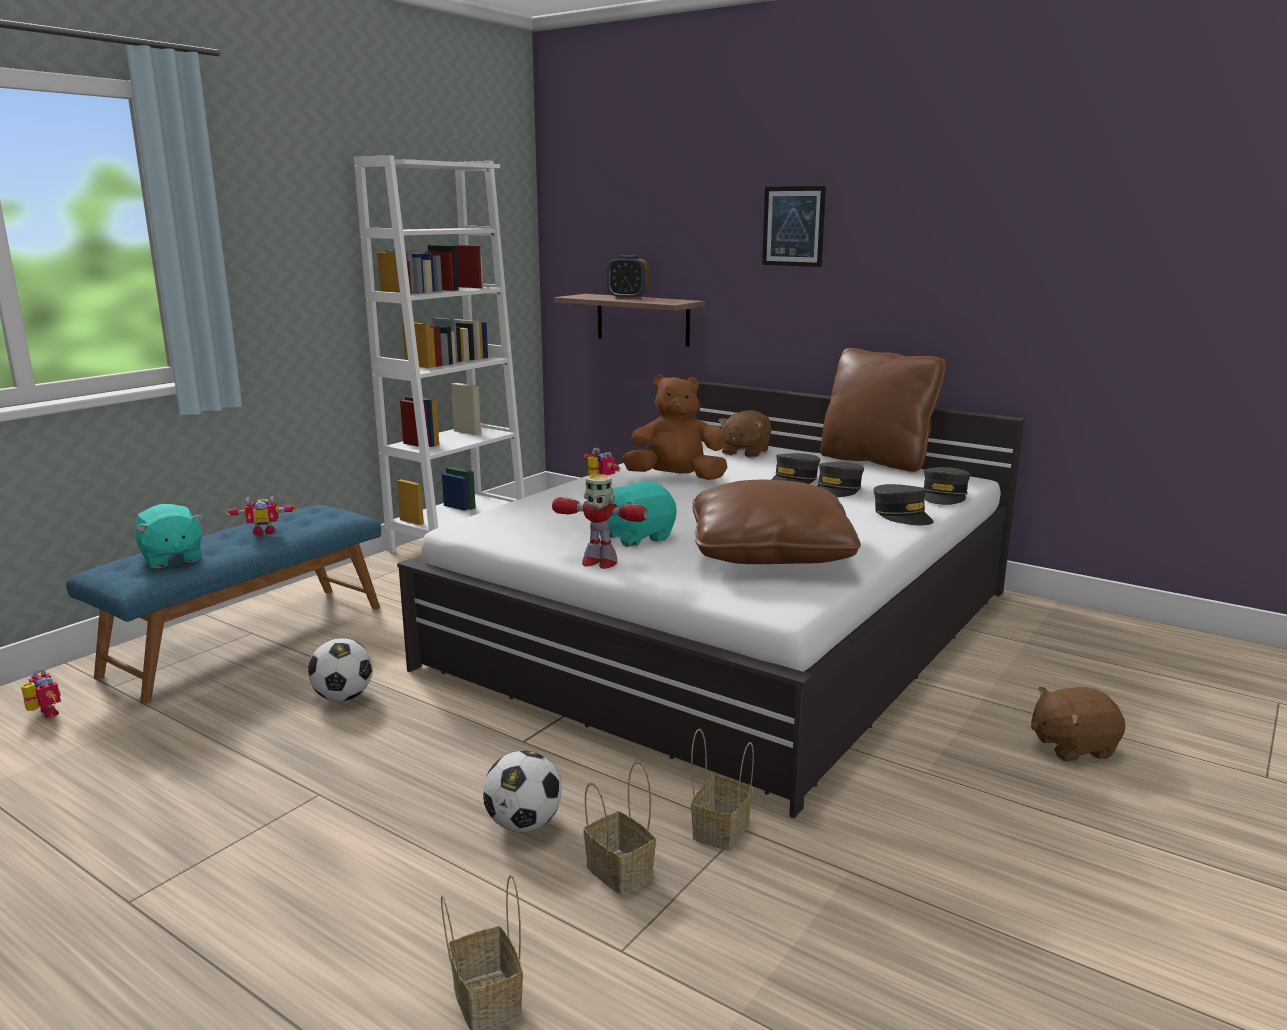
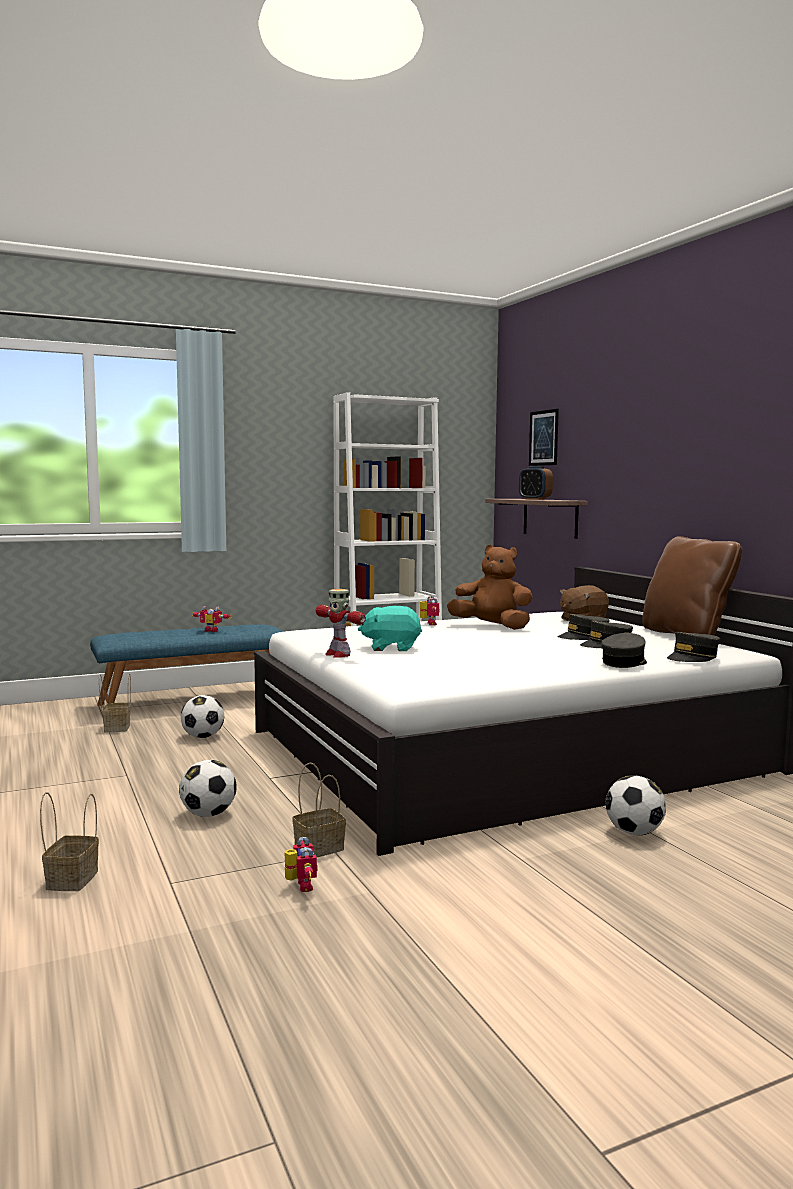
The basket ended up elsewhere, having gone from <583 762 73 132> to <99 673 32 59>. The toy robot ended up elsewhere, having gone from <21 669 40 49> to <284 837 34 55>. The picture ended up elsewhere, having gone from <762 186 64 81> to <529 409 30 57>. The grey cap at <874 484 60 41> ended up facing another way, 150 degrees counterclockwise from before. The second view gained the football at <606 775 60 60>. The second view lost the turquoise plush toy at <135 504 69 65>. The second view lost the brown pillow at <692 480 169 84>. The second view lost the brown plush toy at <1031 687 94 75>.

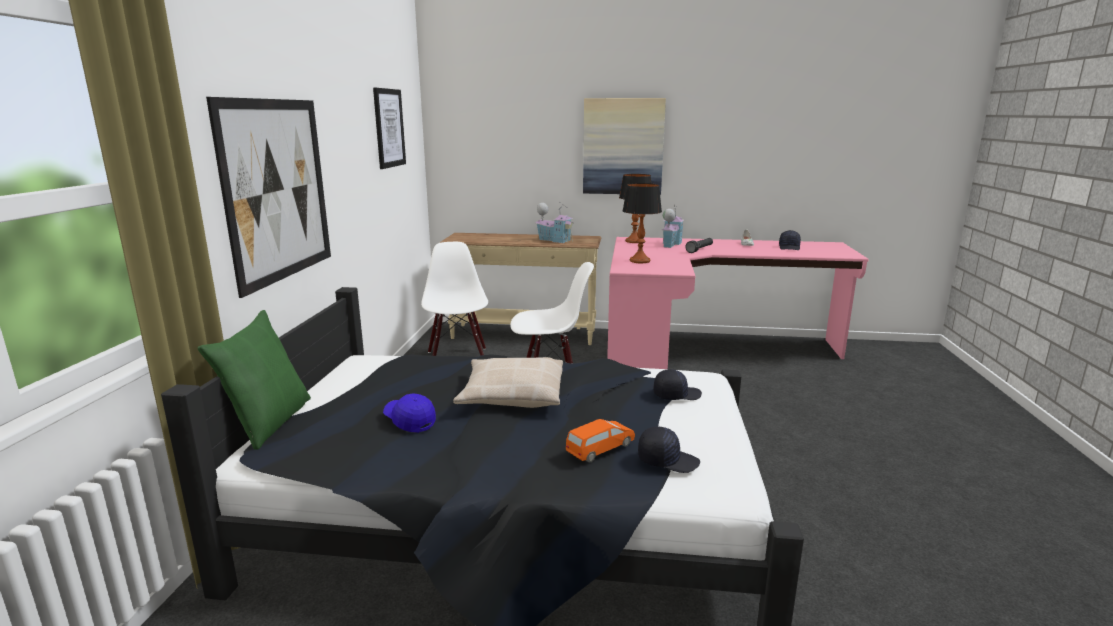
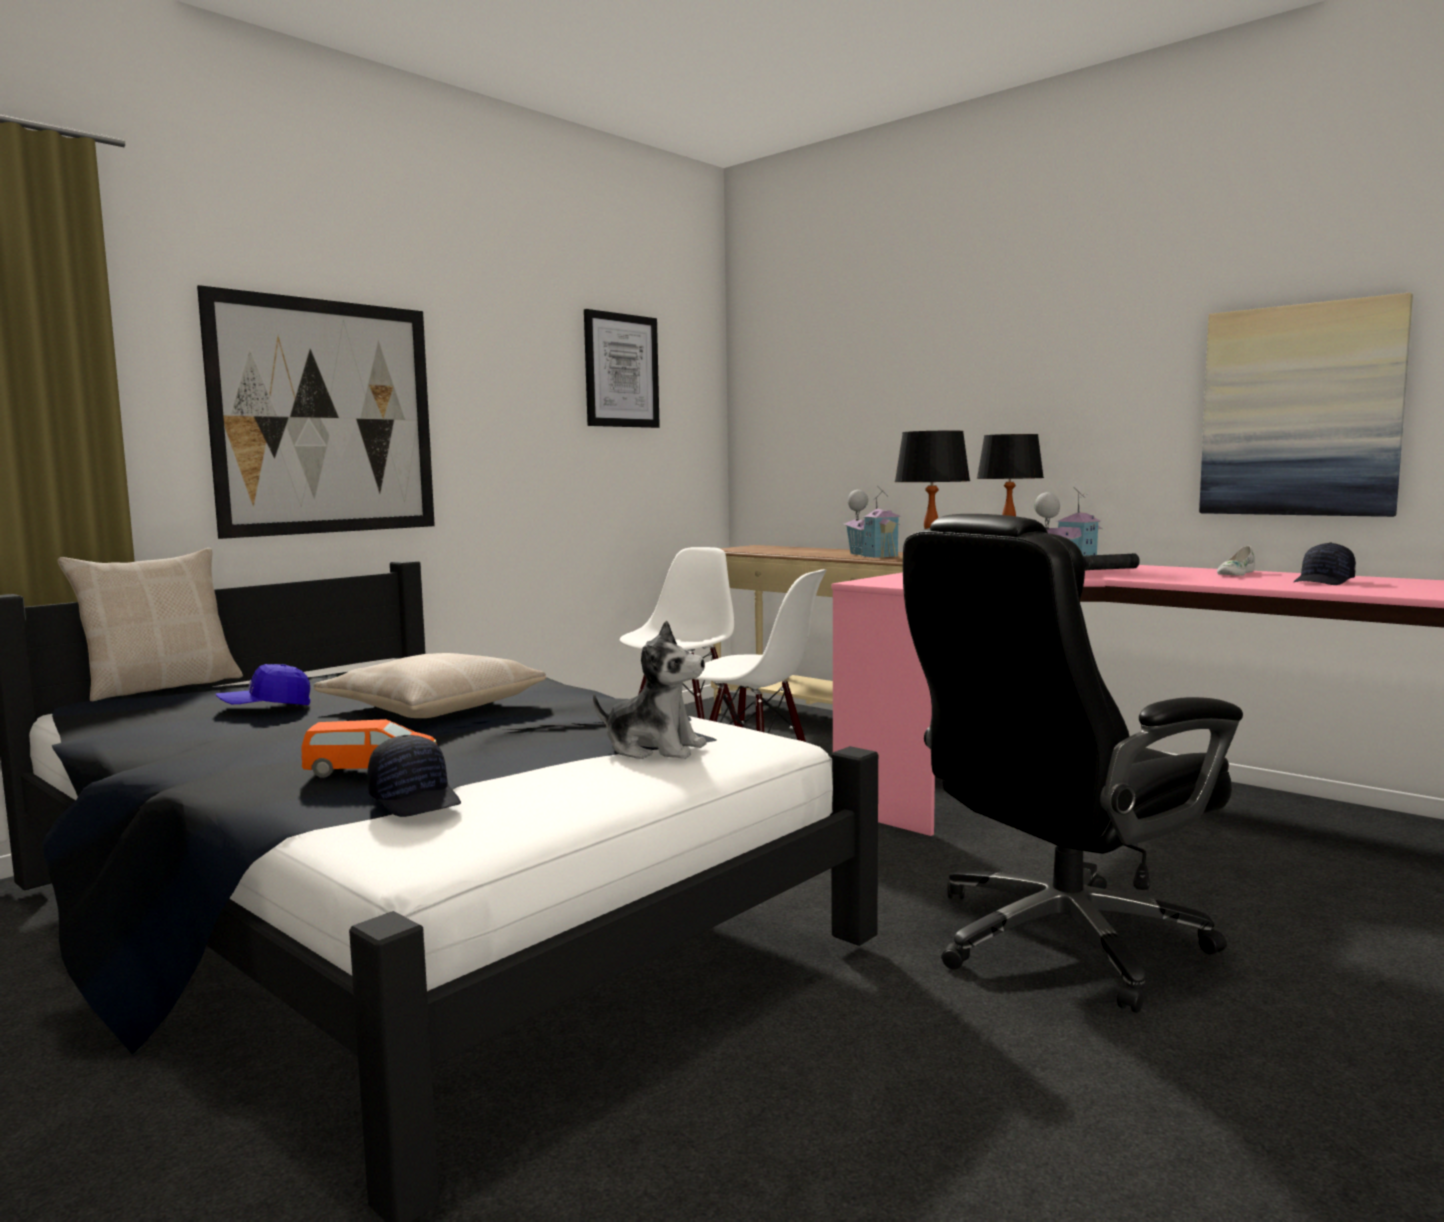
What was the green pillow at <198 310 113 140> turned into the beige pillow at <58 548 185 153>. The blue cap at <383 394 53 39> ended up facing another way, 105 degrees counterclockwise from before. Where the black cap stood at <654 369 48 31>, the plush toy came to stand at <593 621 113 138>. The second view gained the black office chair at <903 514 340 499>. The picture ended up elsewhere, having gone from <583 98 83 97> to <1199 293 214 224>.

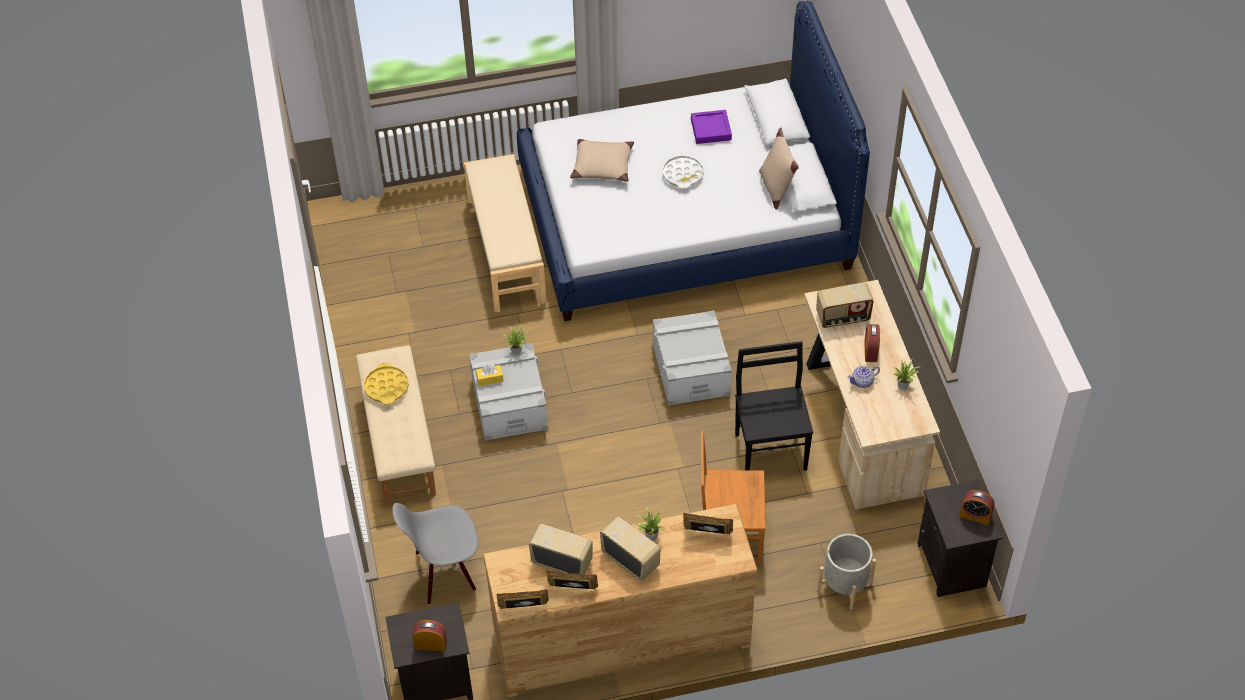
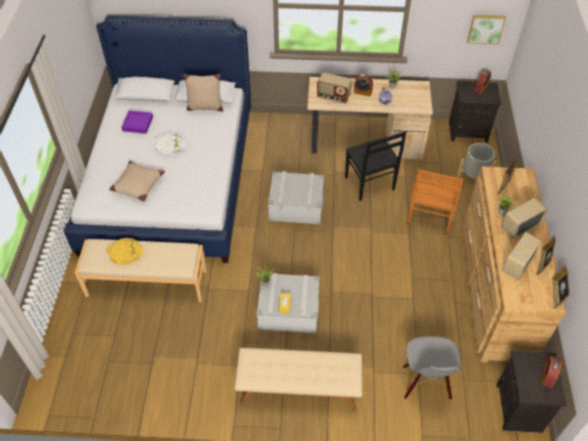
The yellow tray ended up elsewhere, having gone from <364 363 45 42> to <106 238 38 27>. The radio at <816 283 58 45> ended up facing another way, 105 degrees clockwise from before. The black chair at <735 341 78 130> ended up facing another way, 120 degrees counterclockwise from before. The second view gained the picture at <467 15 39 30>.

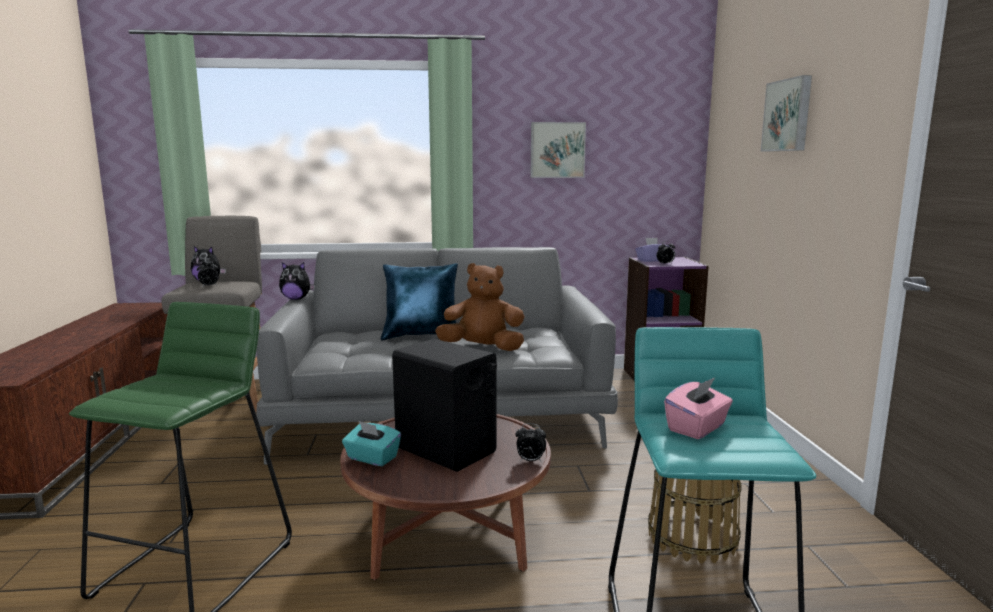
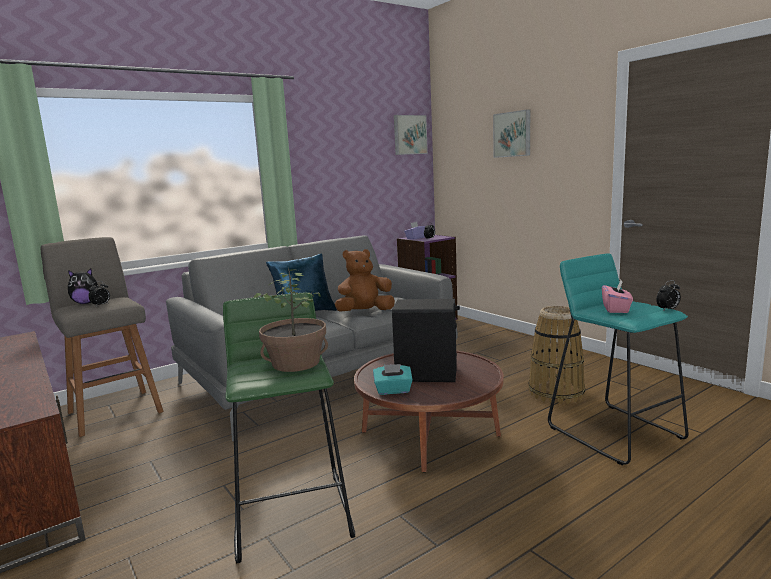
The second view gained the potted plant at <254 268 74 104>. The picture ended up elsewhere, having gone from <531 122 55 56> to <394 115 34 40>. The alarm clock ended up elsewhere, having gone from <515 423 31 38> to <656 280 25 30>. The second view lost the plush toy at <279 262 36 38>.

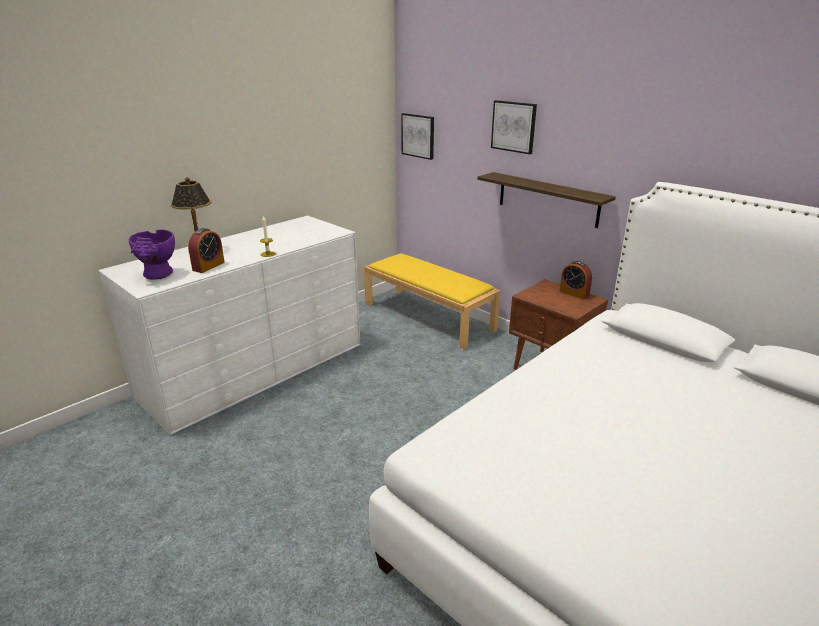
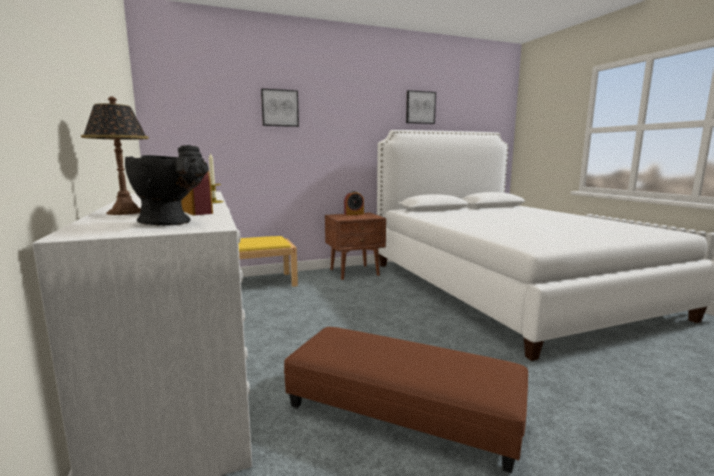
What was the purple vase at <129 229 46 51> turned into the black vase at <125 145 84 81>. The second view gained the brown ottoman at <284 327 244 146>. The picture ended up elsewhere, having gone from <401 113 33 47> to <406 90 30 34>. The second view lost the shelf at <477 172 139 56>.

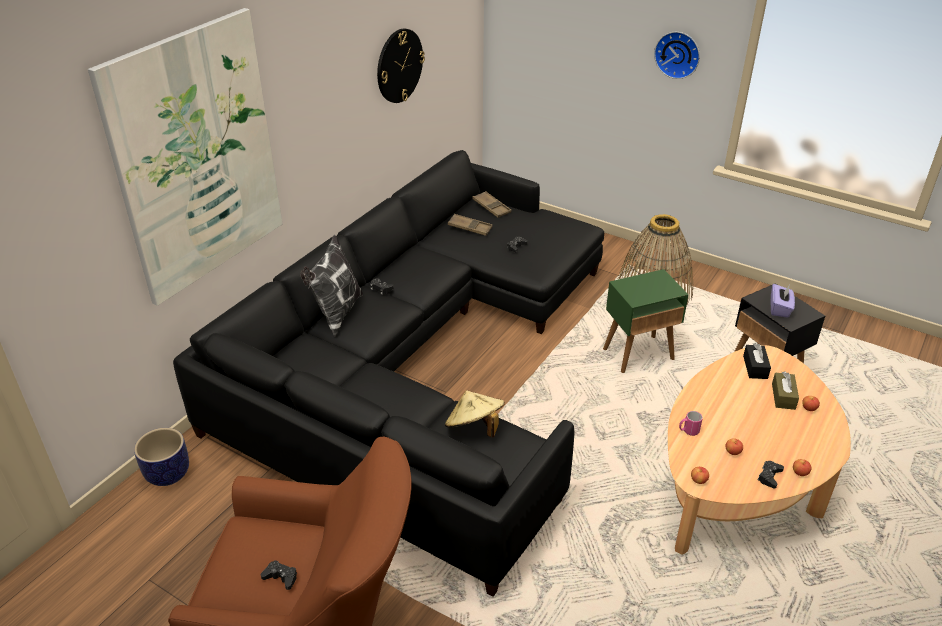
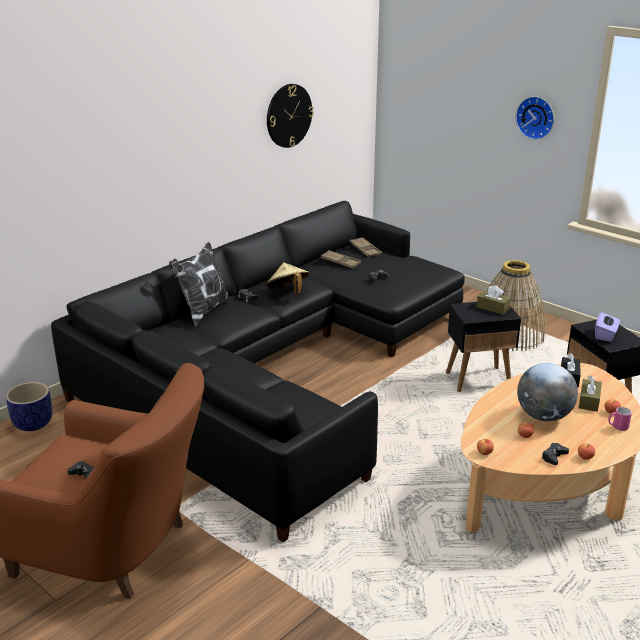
The beige hat ended up elsewhere, having gone from <445 390 60 47> to <266 262 44 32>. What was the green side table at <603 269 86 104> turned into the black side table at <446 302 75 90>. The second view gained the brown tissue box at <477 285 33 30>. The second view gained the globe at <517 363 61 59>. The pink mug ended up elsewhere, having gone from <679 411 24 25> to <608 407 24 24>. The second view lost the picture at <88 8 195 298>.

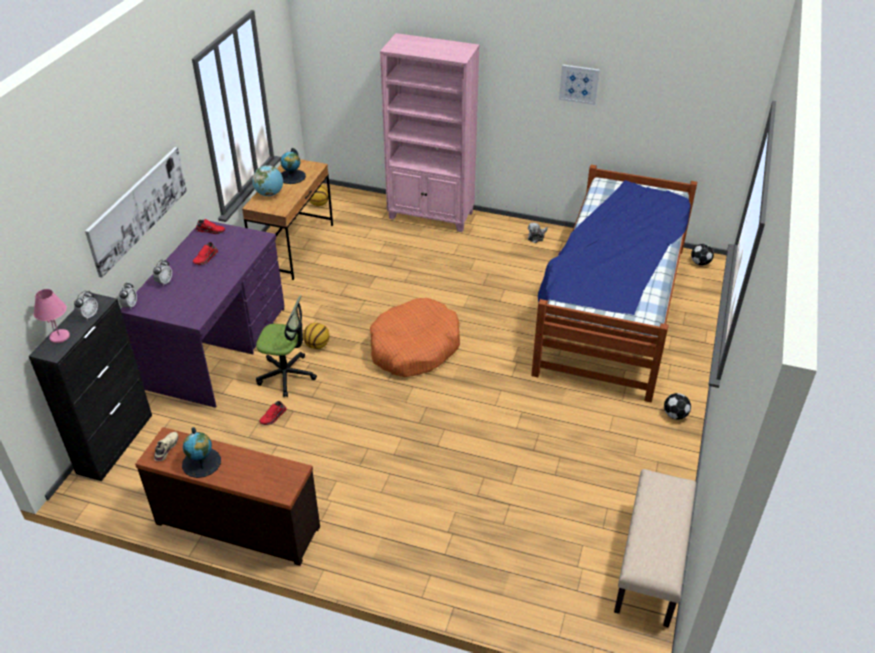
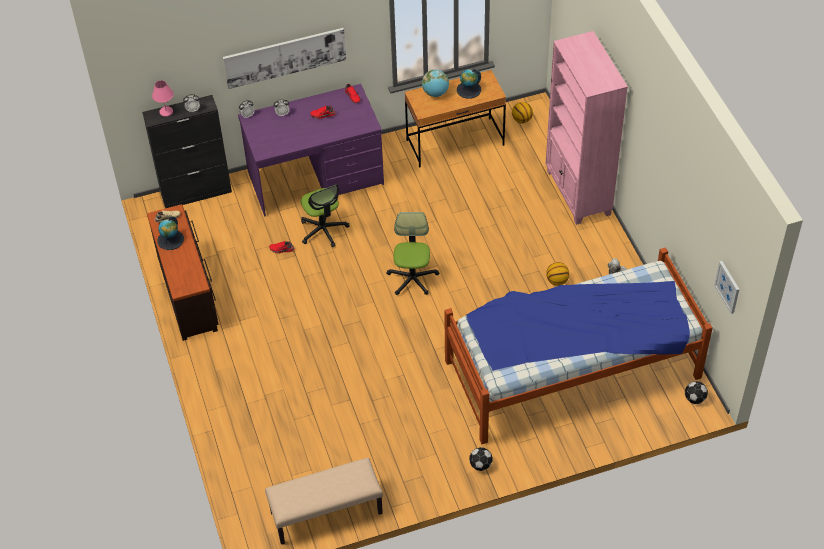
Where the orange dog bed stood at <370 298 90 79>, the office chair came to stand at <386 212 53 83>. The basketball ended up elsewhere, having gone from <303 323 26 26> to <546 262 23 24>. The picture ended up elsewhere, having gone from <559 65 41 40> to <714 261 25 53>.

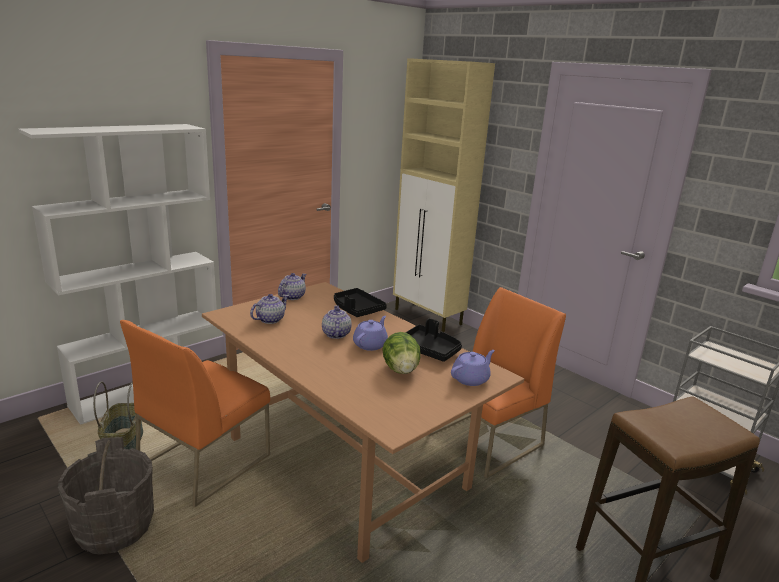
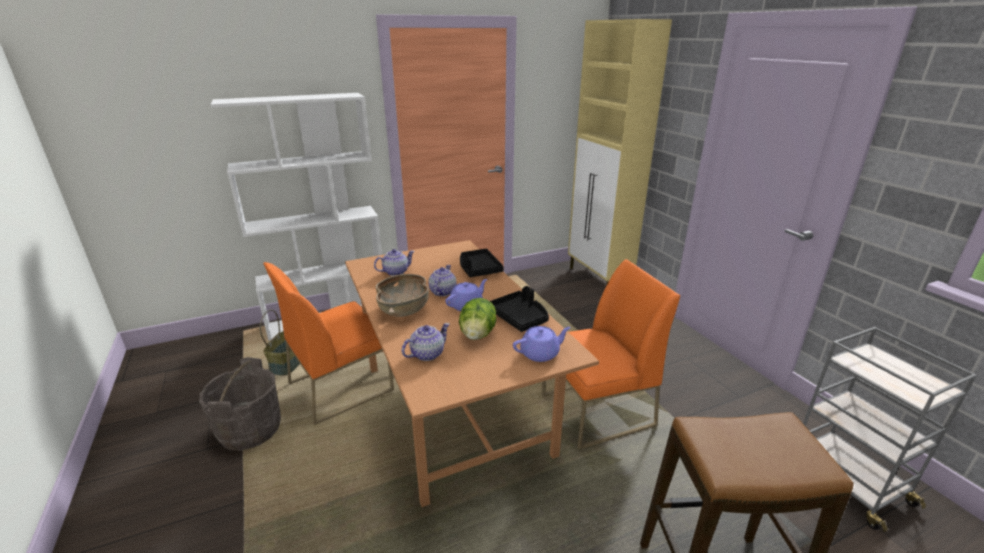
The second view gained the brown bowl at <376 274 53 43>. The teapot ended up elsewhere, having gone from <278 273 28 27> to <402 323 48 38>.

